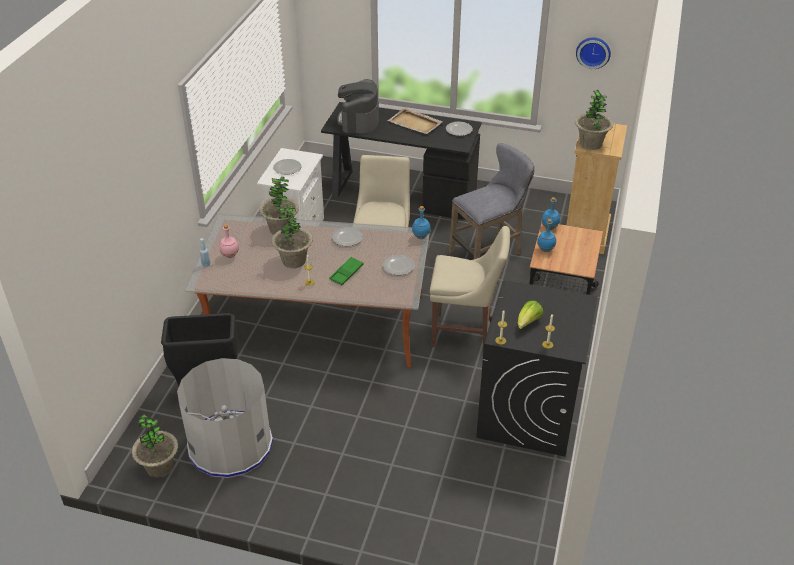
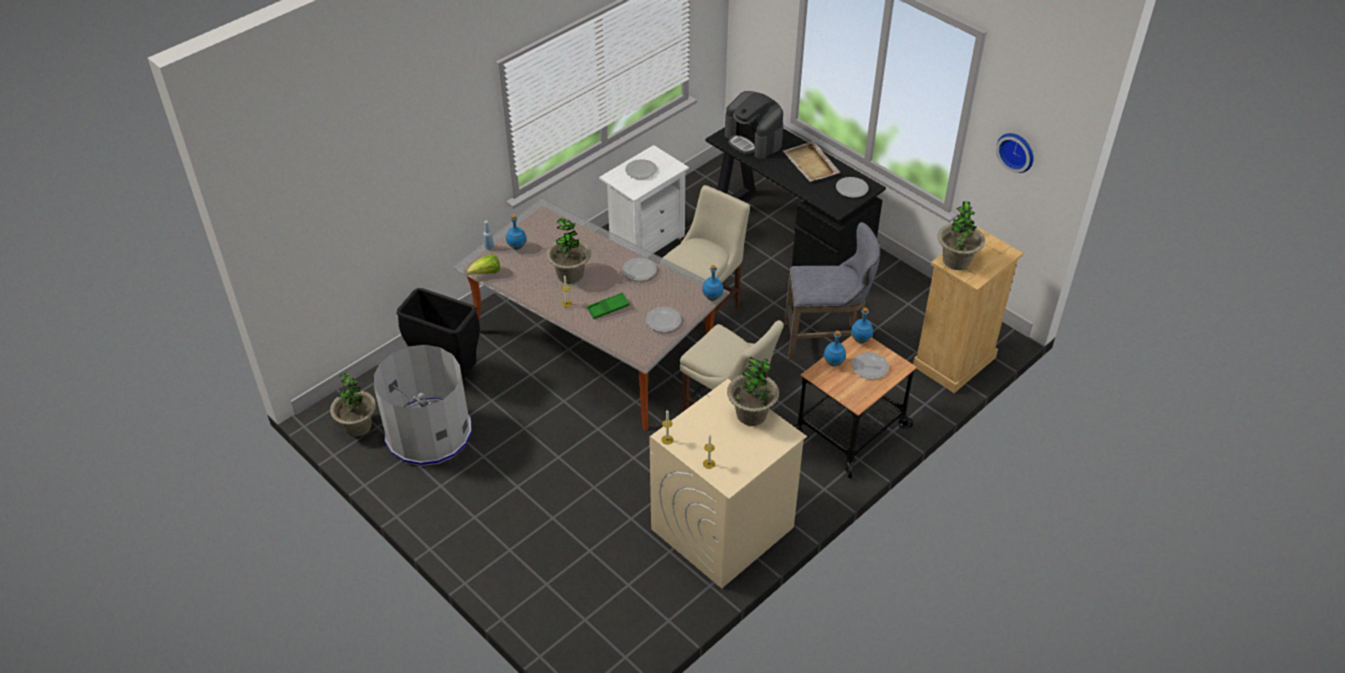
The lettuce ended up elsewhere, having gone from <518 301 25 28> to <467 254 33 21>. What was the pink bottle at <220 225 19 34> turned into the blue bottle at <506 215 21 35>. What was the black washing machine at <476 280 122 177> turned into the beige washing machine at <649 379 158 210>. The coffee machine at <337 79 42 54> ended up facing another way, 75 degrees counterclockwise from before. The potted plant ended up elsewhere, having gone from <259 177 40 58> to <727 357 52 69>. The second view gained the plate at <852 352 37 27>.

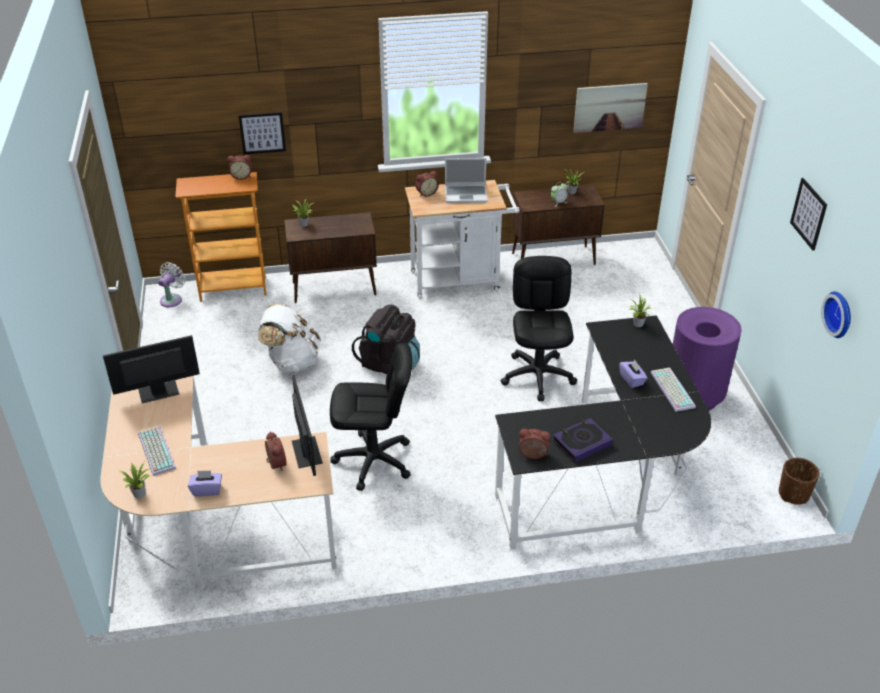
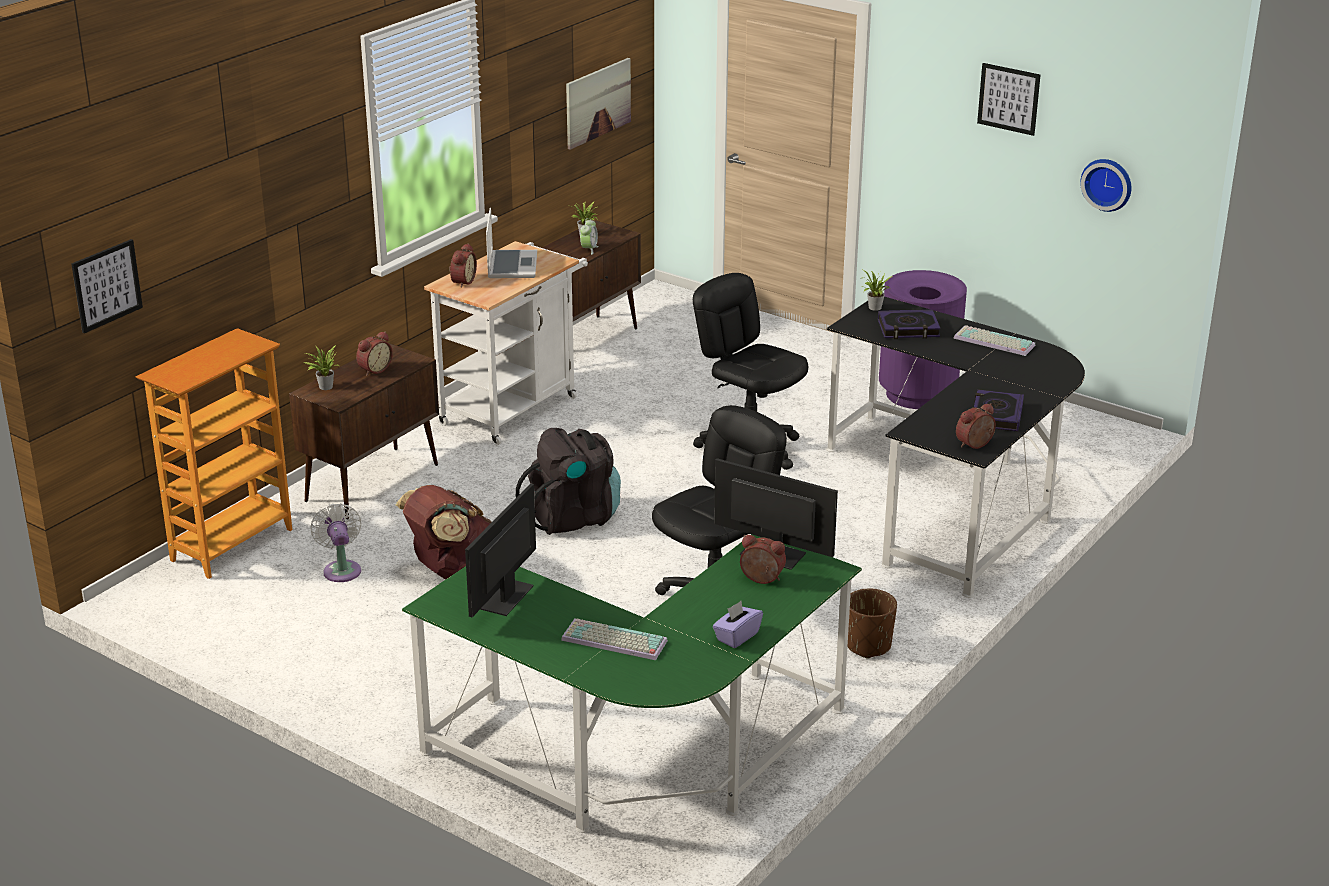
The picture ended up elsewhere, having gone from <239 112 47 42> to <71 239 72 94>. The white fan ended up elsewhere, having gone from <158 262 28 45> to <311 503 50 79>. The alarm clock ended up elsewhere, having gone from <228 155 24 25> to <356 331 37 45>. What was the white backpack at <258 304 63 68> turned into the brown backpack at <396 485 96 95>. What was the beige desk at <100 376 238 213> turned into the green desk at <402 534 460 299>. The laptop at <445 158 42 45> ended up facing another way, 45 degrees counterclockwise from before. The brown planter ended up elsewhere, having gone from <779 458 41 47> to <847 589 50 70>. The second view gained the book at <878 310 63 29>. The second view lost the potted plant at <120 461 30 37>. The second view lost the purple tissue box at <619 359 28 29>.

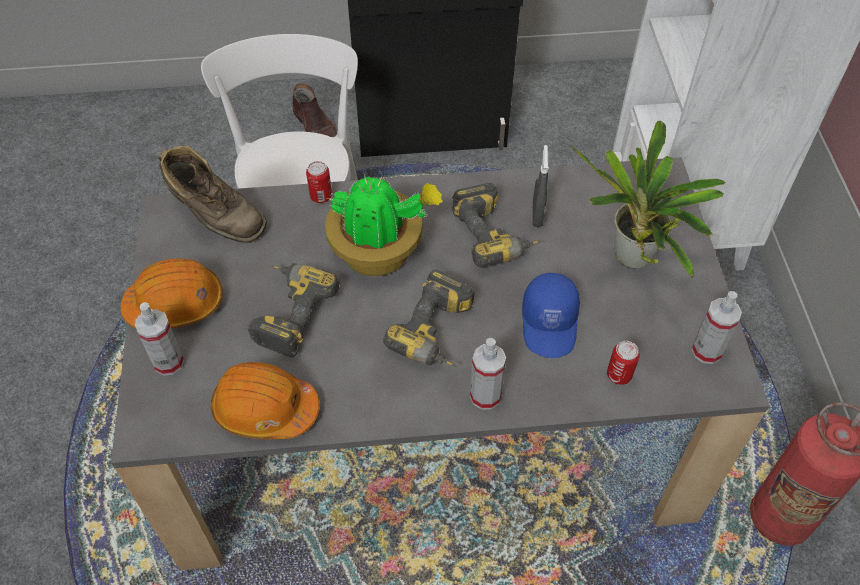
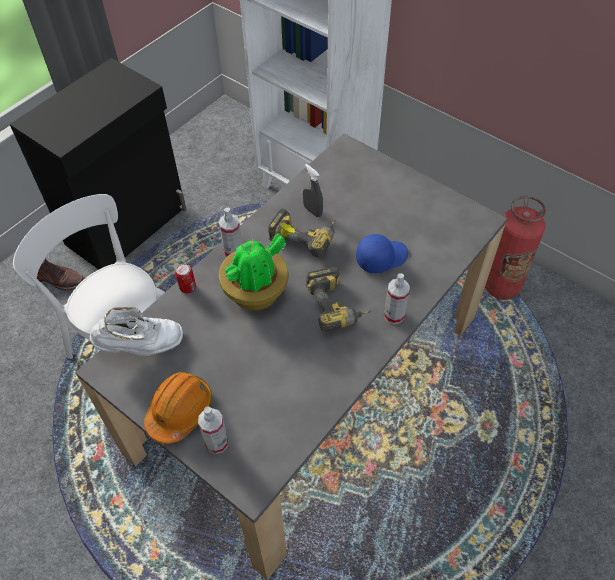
What was the brown boot at <158 146 109 97> turned into the white boot at <90 307 93 49>. The spray bottle ended up elsewhere, having gone from <692 291 50 73> to <219 208 23 49>. The blue cap at <522 273 58 85> ended up facing another way, 75 degrees counterclockwise from before. The second view lost the orange hard hat at <211 362 109 77>. The second view lost the power drill at <248 263 92 95>. The second view lost the potted plant at <571 121 155 157>. The second view lost the can at <607 341 33 44>.

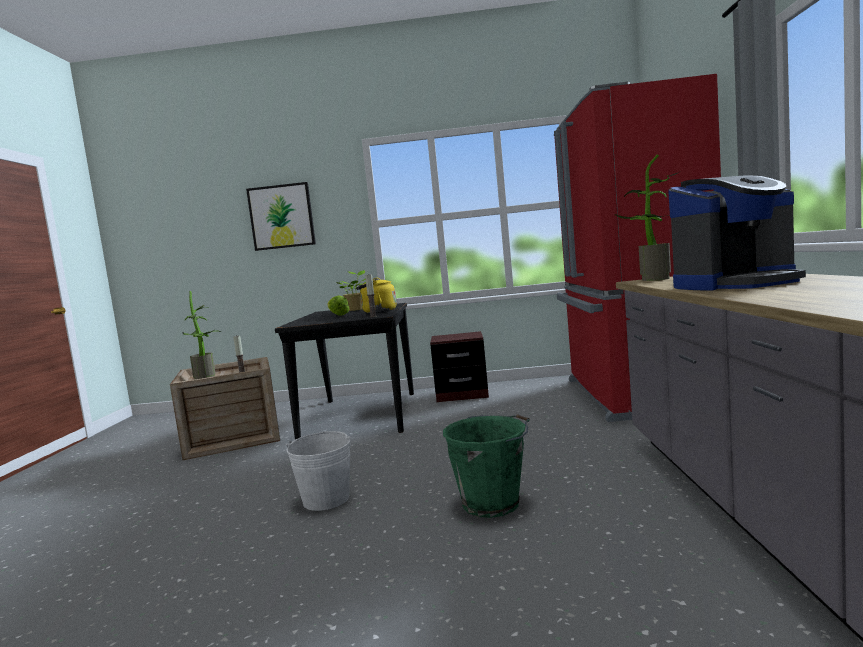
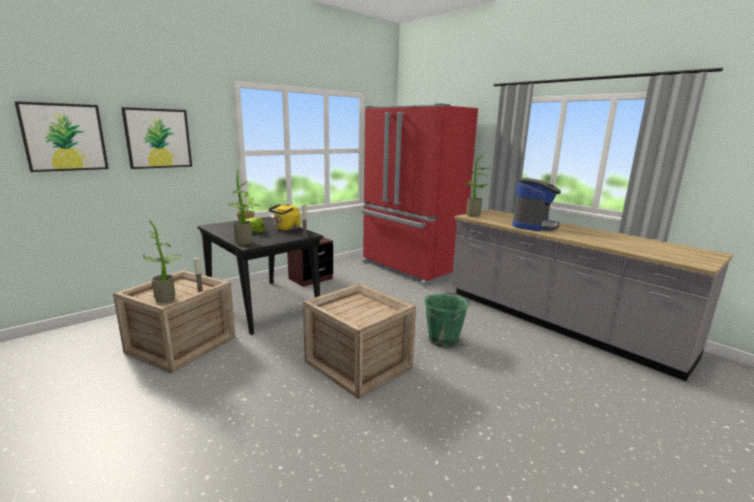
The second view gained the picture at <14 101 95 71>. The second view gained the potted plant at <229 169 30 76>. Where the white bucket stood at <286 431 65 80>, the crate came to stand at <303 283 113 116>.

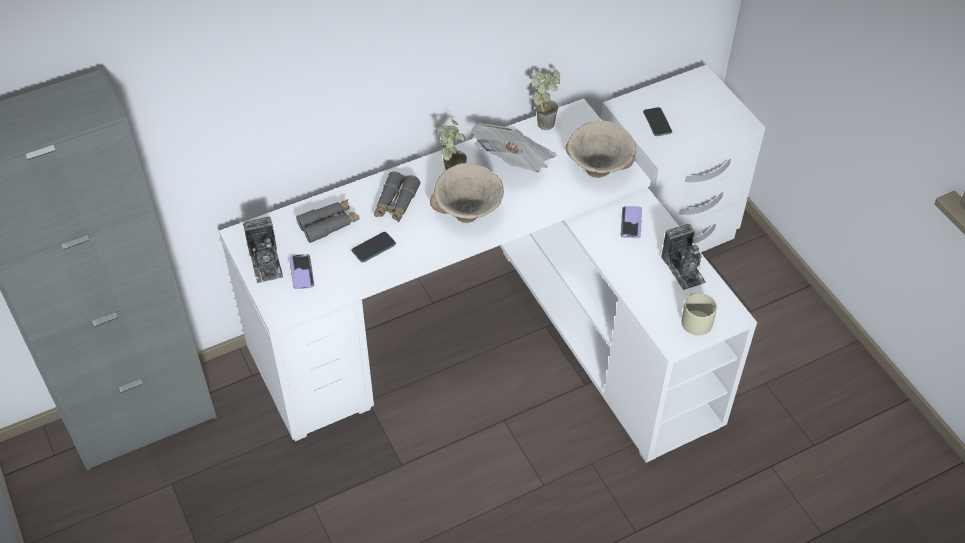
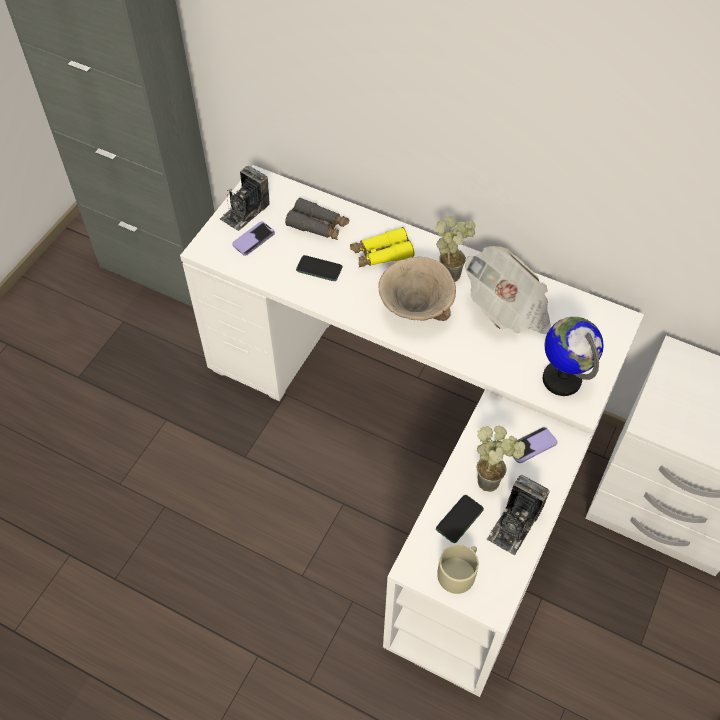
What was the grey binoculars at <374 172 47 50> turned into the yellow binoculars at <350 227 65 40>. The phone ended up elsewhere, having gone from <643 107 29 29> to <436 495 48 48>. The potted plant ended up elsewhere, having gone from <531 70 29 60> to <476 426 49 66>. Where the beige bowl stood at <566 121 70 57>, the globe came to stand at <543 317 61 79>.

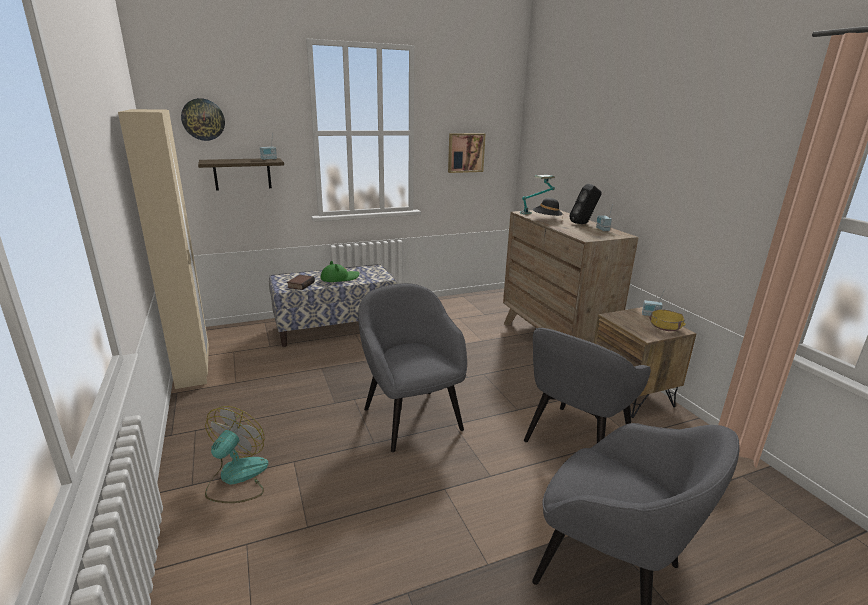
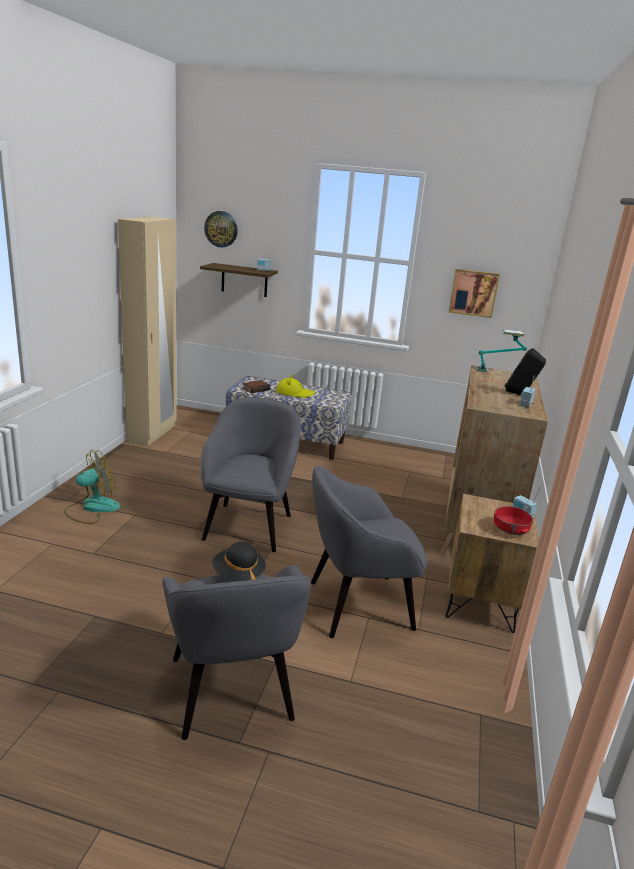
The black hat ended up elsewhere, having gone from <532 198 31 22> to <213 542 53 39>. What was the green hat at <321 261 38 21> turned into the yellow hat at <276 374 39 24>. What was the yellow bowl at <649 309 37 22> turned into the red bowl at <494 506 39 29>.

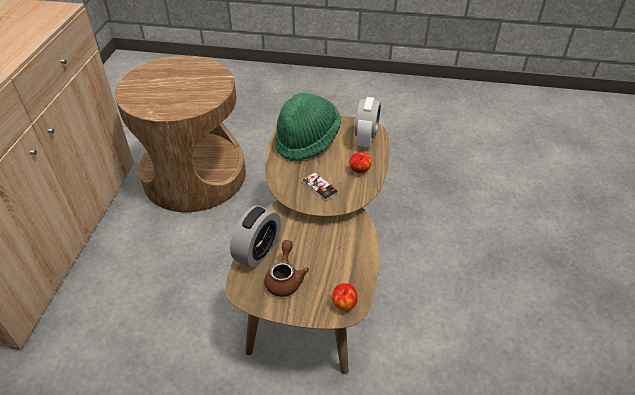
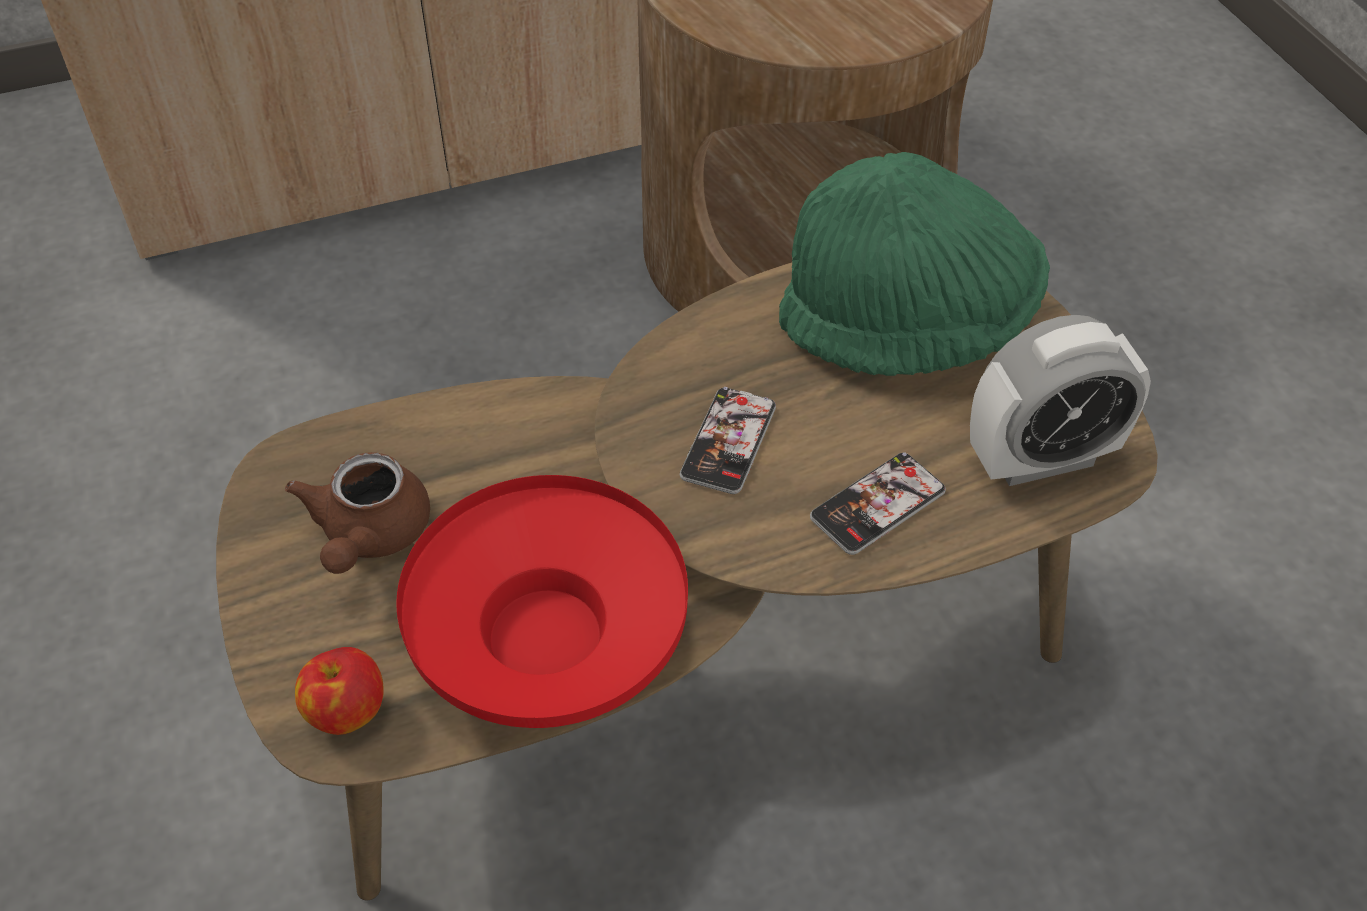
The brown teapot at <265 240 44 57> ended up facing another way, 120 degrees clockwise from before. The second view gained the red bowl at <396 475 292 253>. Where the apple stood at <349 152 23 21>, the phone came to stand at <810 452 136 103>. The second view lost the alarm clock at <230 205 51 63>.

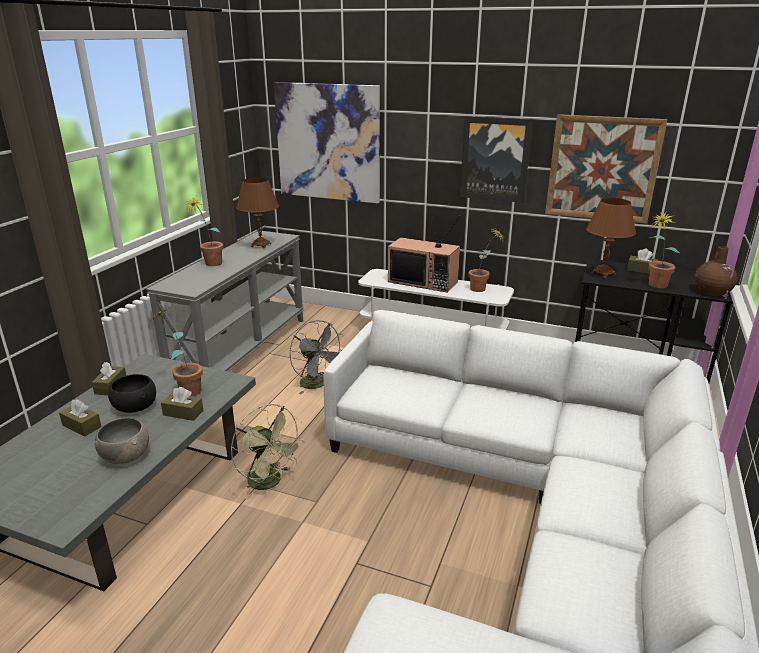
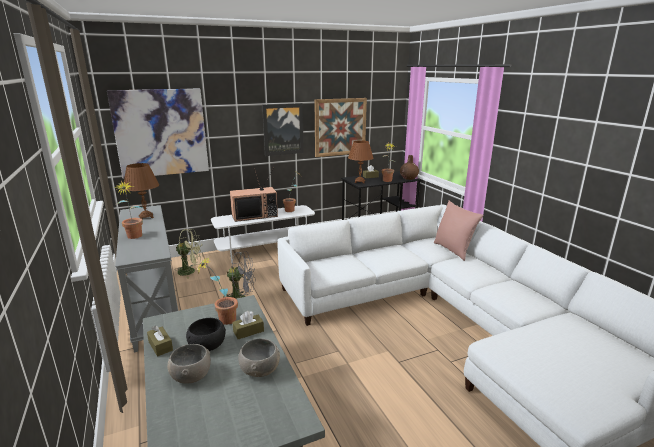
Where the brown tissue box stood at <59 399 43 37>, the grey bowl came to stand at <167 344 44 40>. The green fan ended up elsewhere, having gone from <231 404 74 96> to <174 229 29 50>. The second view gained the pink pillow at <434 201 49 60>.

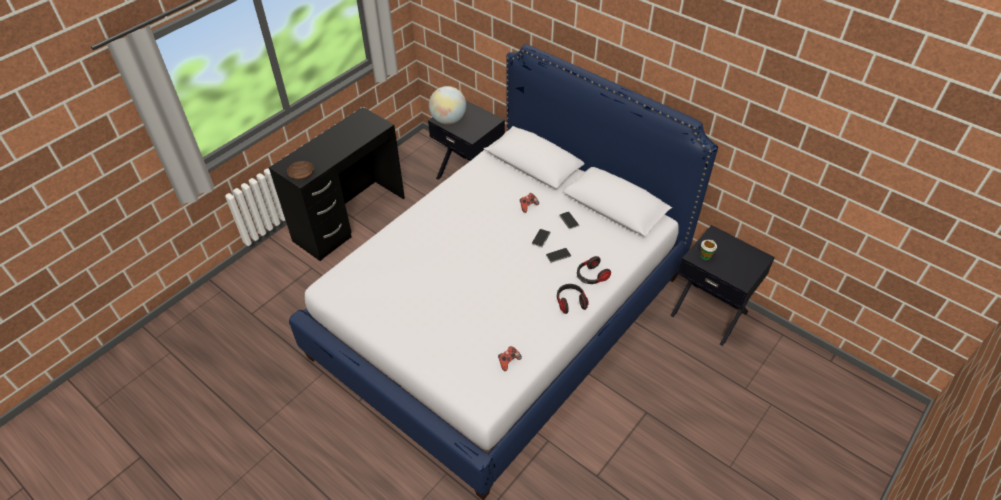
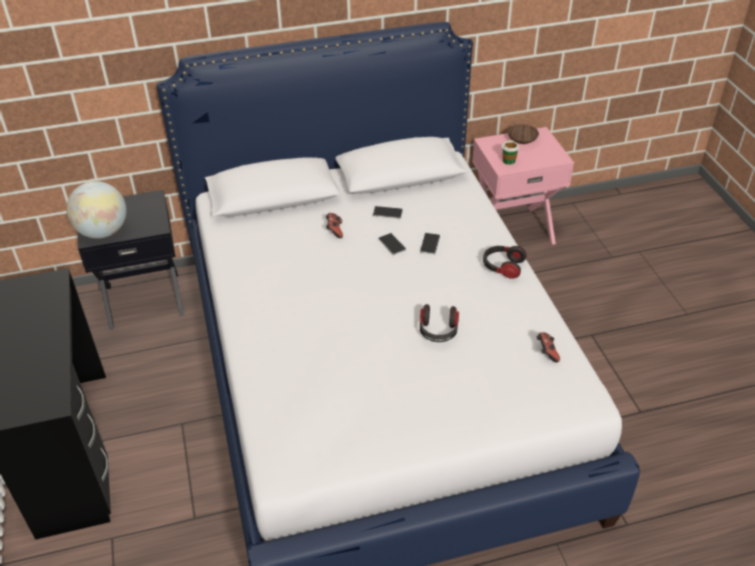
The headphones ended up elsewhere, having gone from <577 256 34 28> to <420 304 39 38>. What was the black nightstand at <671 225 104 121> turned into the pink nightstand at <472 127 102 118>. The brown bowl ended up elsewhere, having gone from <287 161 27 19> to <508 124 31 20>.

